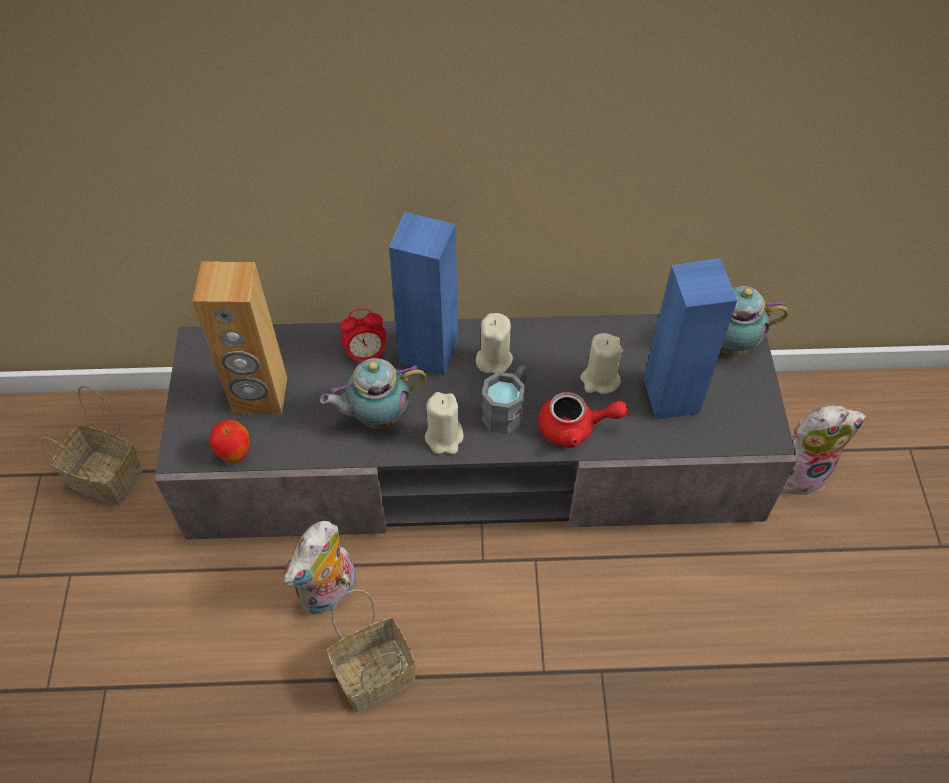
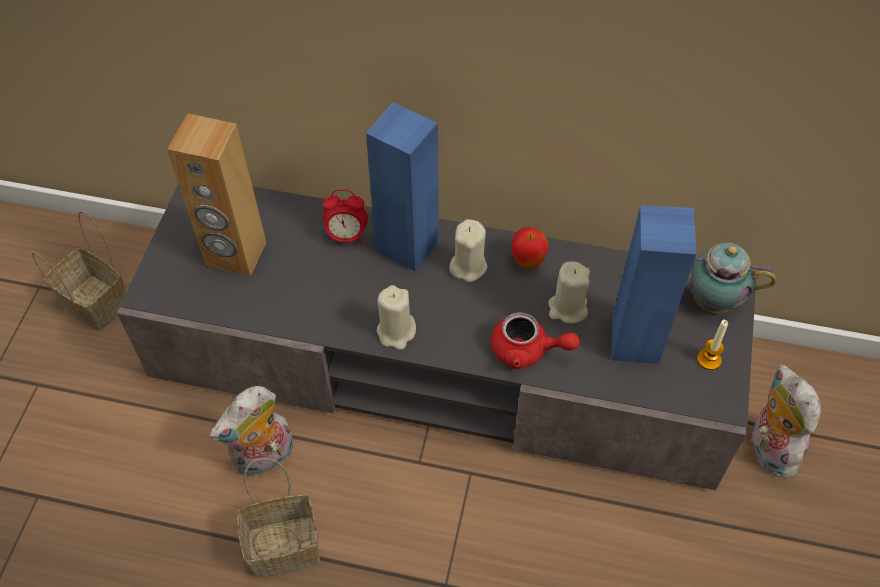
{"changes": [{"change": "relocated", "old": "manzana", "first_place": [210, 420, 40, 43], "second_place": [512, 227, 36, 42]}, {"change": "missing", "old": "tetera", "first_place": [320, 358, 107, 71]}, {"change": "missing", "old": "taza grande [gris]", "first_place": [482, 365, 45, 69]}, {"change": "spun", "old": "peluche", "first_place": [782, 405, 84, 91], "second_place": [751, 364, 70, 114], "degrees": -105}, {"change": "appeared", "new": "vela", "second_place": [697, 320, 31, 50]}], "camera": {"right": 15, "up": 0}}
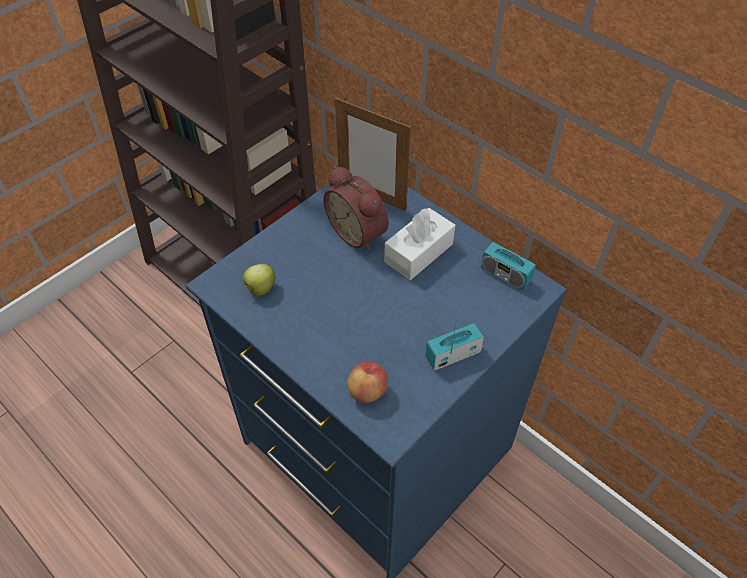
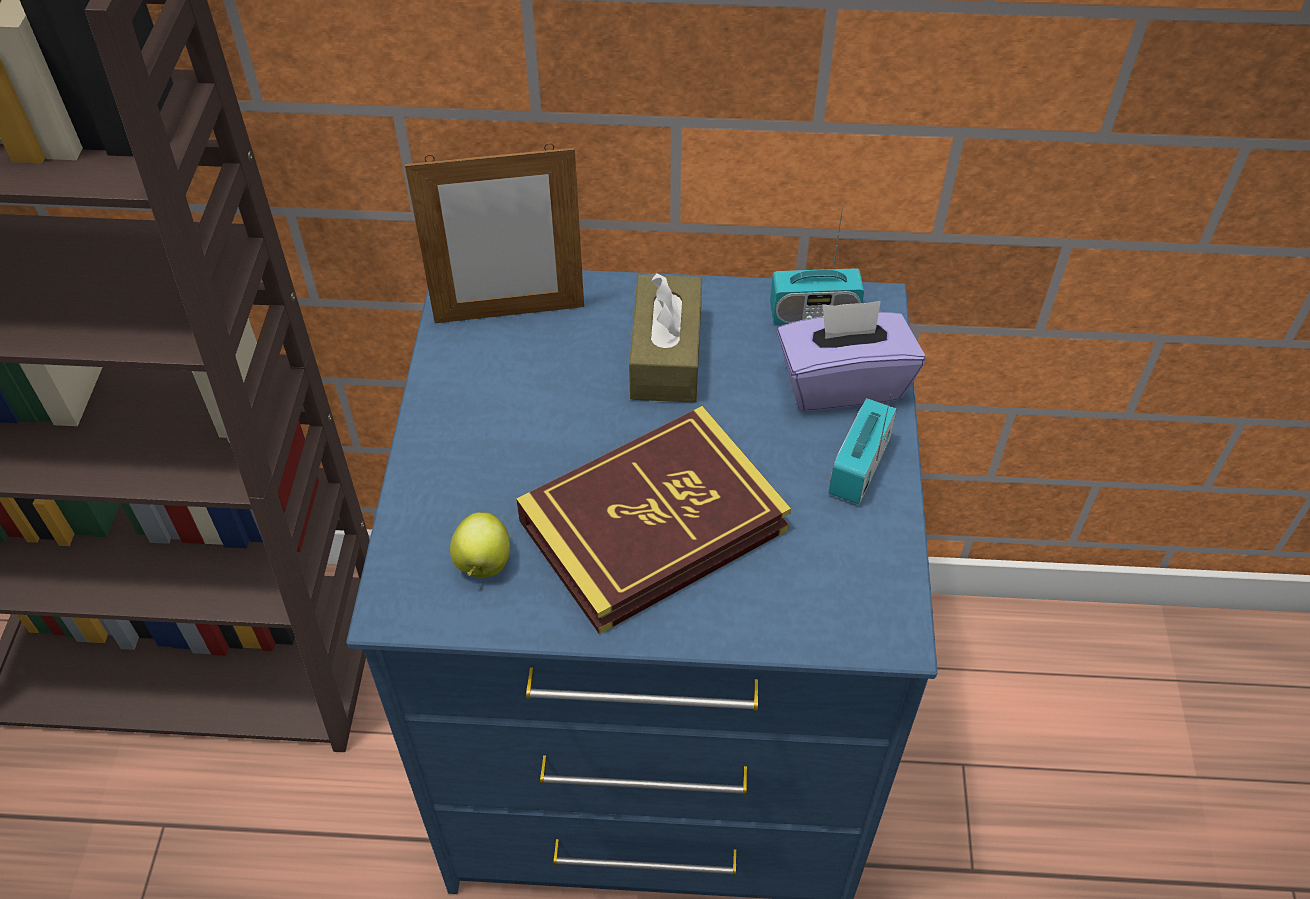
{"changes": [{"change": "missing", "old": "despertador", "first_place": [323, 166, 66, 85]}, {"change": "missing", "old": "manzana", "first_place": [347, 362, 41, 41]}, {"change": "colour", "old": "caja de pañuelos [blanco]", "new": "caja de pañuelos [marrón]", "first_place": [384, 208, 71, 72], "second_place": [629, 273, 73, 130]}, {"change": "appeared", "new": "libro", "second_place": [516, 406, 275, 228]}, {"change": "appeared", "new": "caja de pañuelos [morado]", "second_place": [777, 301, 148, 110]}], "camera": {"right": -40, "up": 0}}
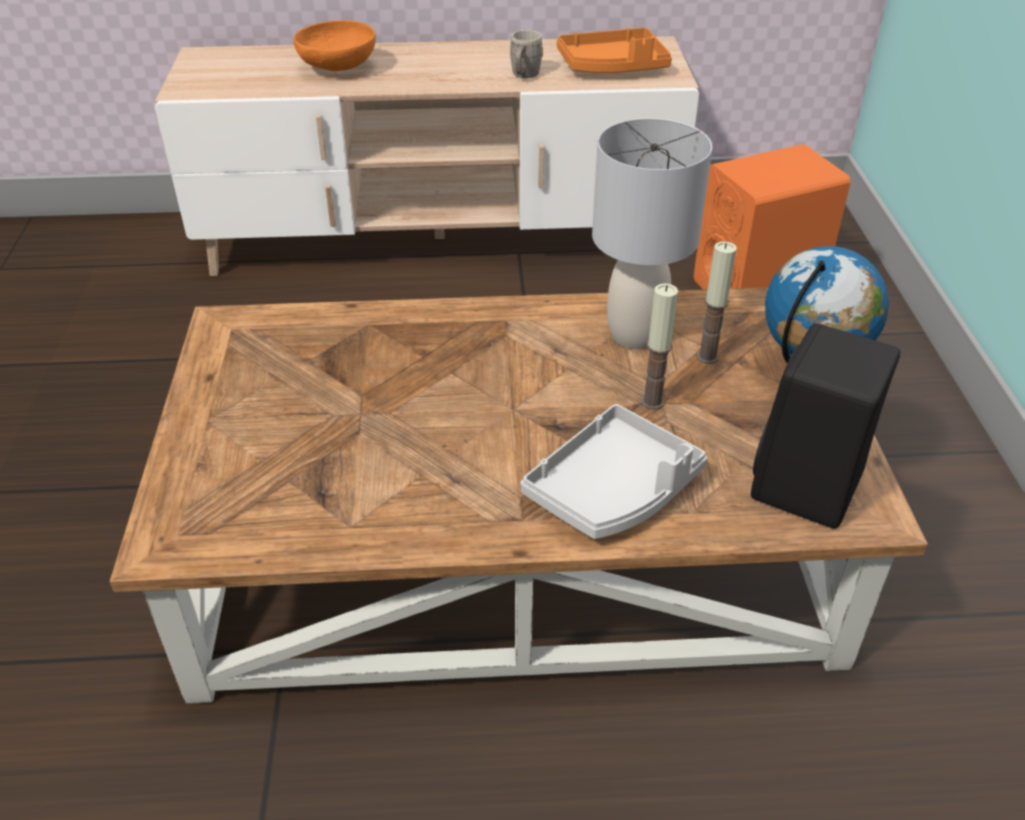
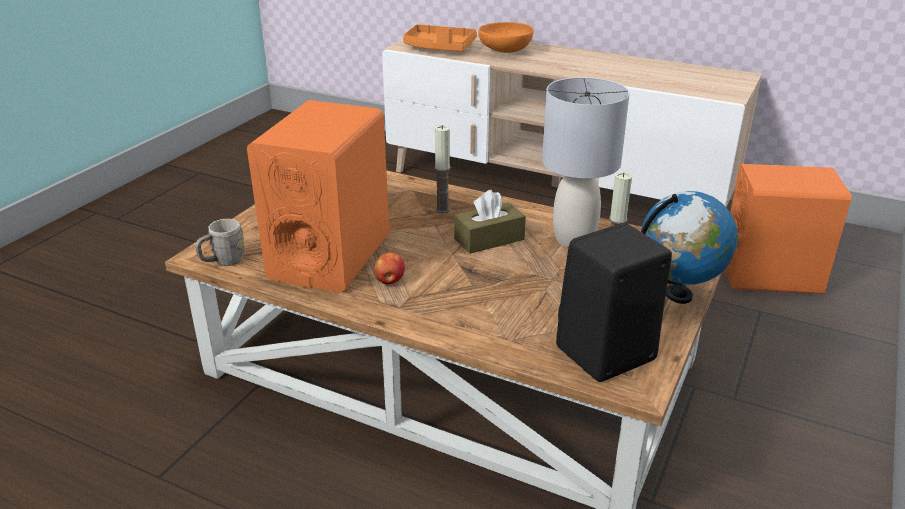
{"changes": [{"change": "relocated", "old": "taza grande [gris]", "first_place": [510, 30, 33, 48], "second_place": [195, 219, 49, 47]}, {"change": "missing", "old": "bandeja [gris]", "first_place": [521, 404, 186, 135]}, {"change": "relocated", "old": "bandeja [naranja]", "first_place": [557, 28, 115, 45], "second_place": [403, 24, 74, 28]}, {"change": "relocated", "old": "vela", "first_place": [641, 283, 37, 127], "second_place": [434, 125, 16, 88]}, {"change": "appeared", "new": "altavoz [naranja]", "second_place": [247, 100, 143, 193]}, {"change": "appeared", "new": "manzana", "second_place": [374, 252, 31, 33]}, {"change": "appeared", "new": "caja de pañuelos [marrón]", "second_place": [454, 190, 72, 64]}], "camera": {"right": 30, "up": -10}}
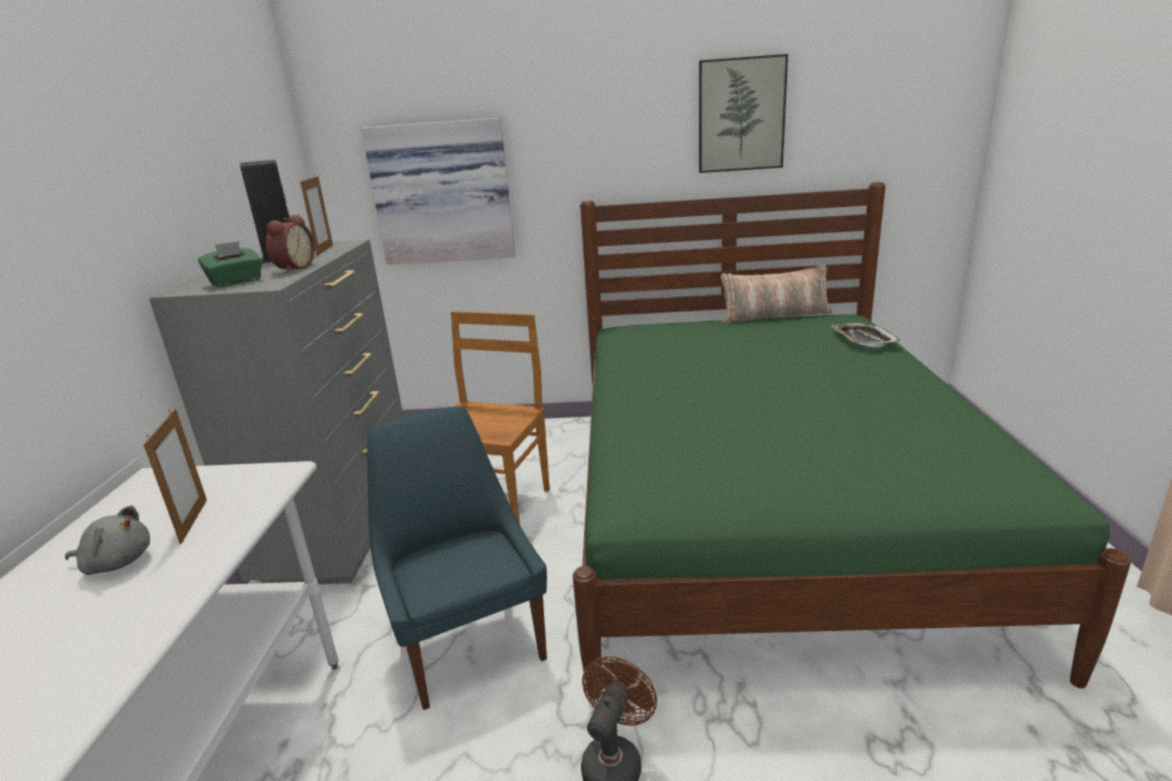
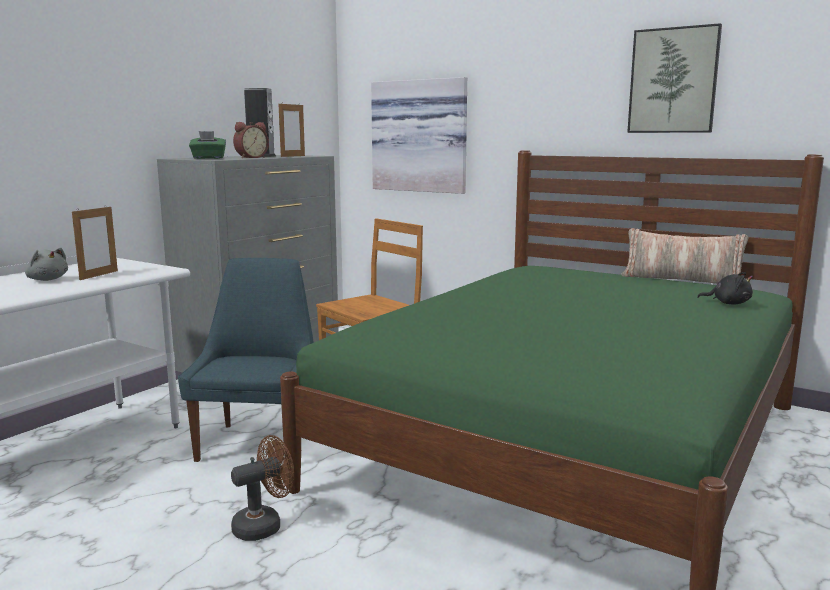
{"changes": [{"change": "exchanged", "old": "bandeja", "new": "peluche [negro]", "first_place": [831, 323, 70, 24], "second_place": [697, 272, 56, 33]}], "camera": {"right": 30, "up": -10}}
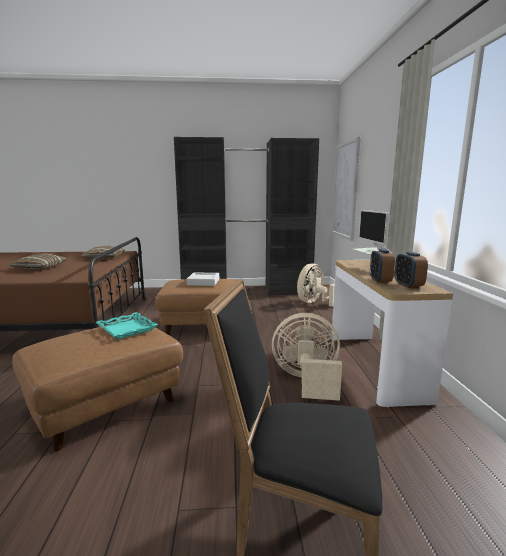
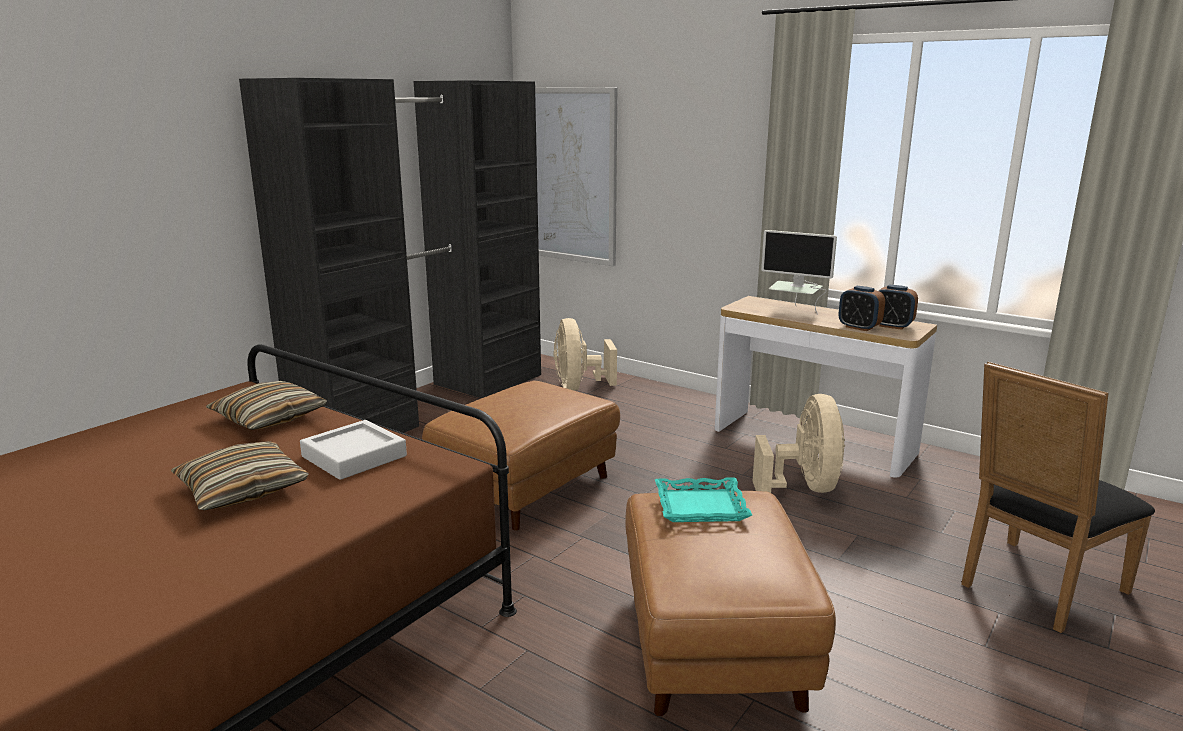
{"changes": [{"change": "relocated", "old": "bandeja [gris]", "first_place": [186, 272, 33, 14], "second_place": [300, 420, 107, 60]}, {"change": "spun", "old": "ventilador [beis]", "first_place": [272, 313, 70, 88], "second_place": [753, 394, 92, 99], "degrees": 135}], "camera": {"right": -50, "up": 5}}
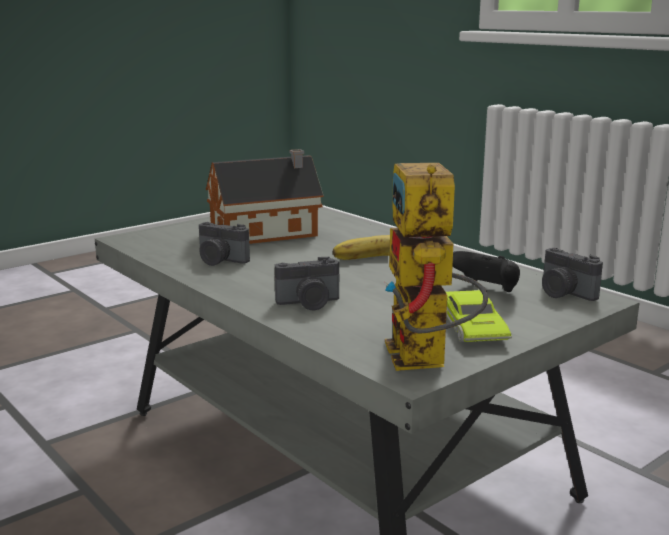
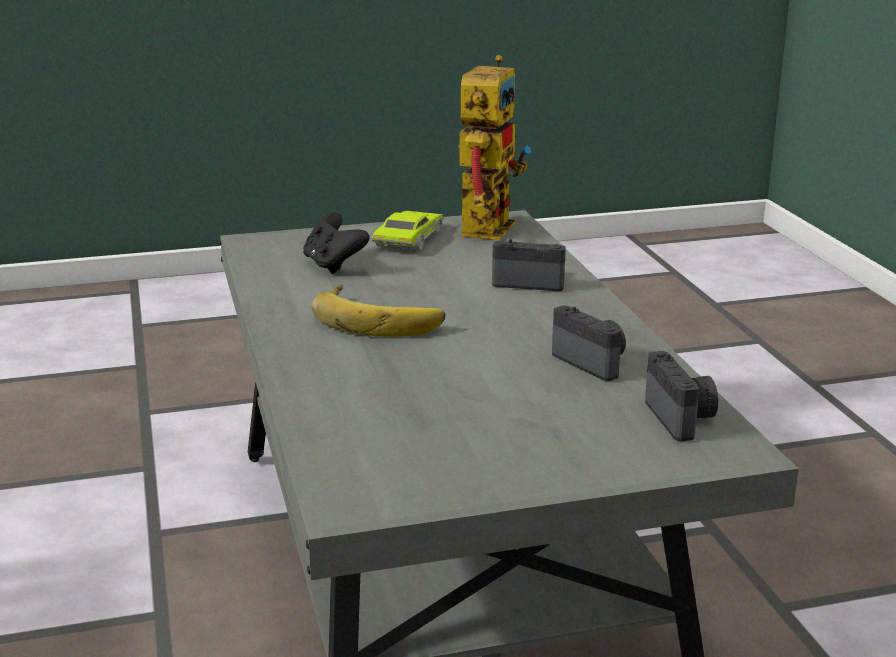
{"changes": [{"change": "missing", "old": "casita", "first_place": [206, 149, 118, 95]}, {"change": "relocated", "old": "cámara", "first_place": [542, 248, 61, 53], "second_place": [645, 351, 73, 90]}], "camera": {"right": -155, "up": 5}}
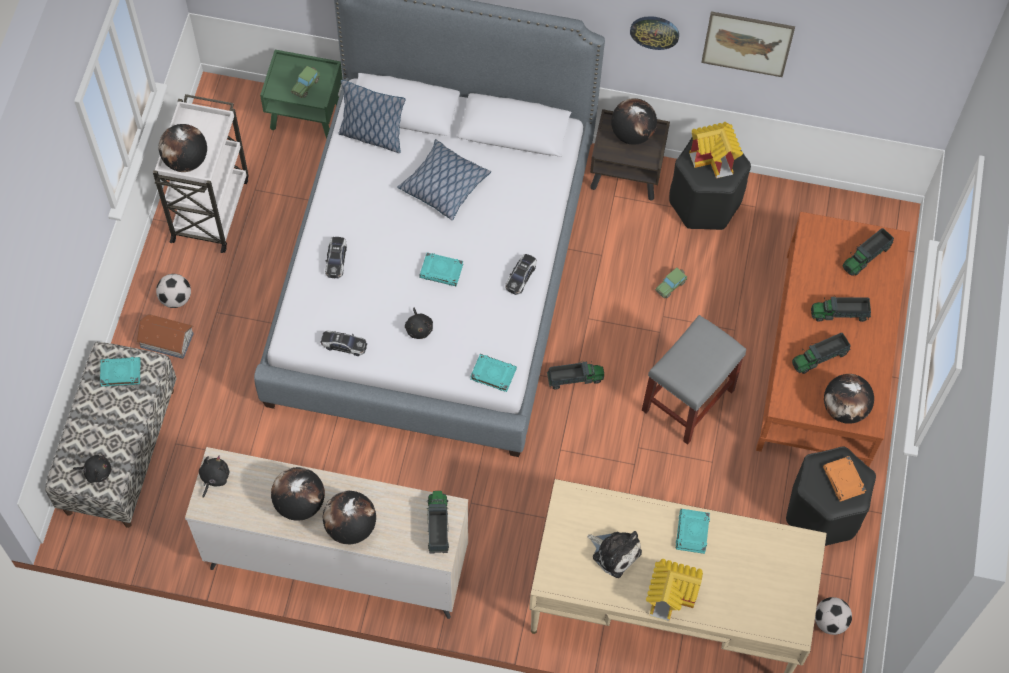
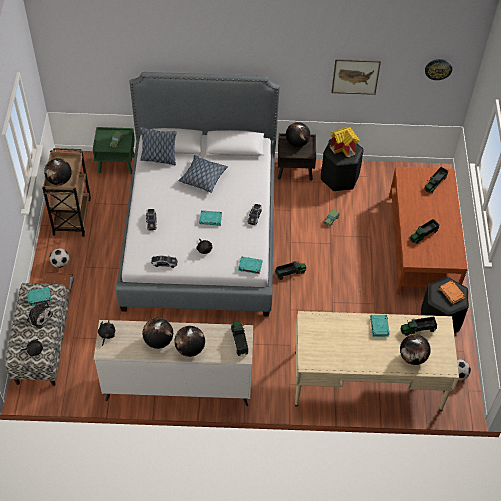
{"changes": [{"change": "colour", "old": "carrito [blanco]", "new": "carrito [marrón]", "first_place": [153, 94, 96, 159], "second_place": [42, 148, 49, 89]}, {"change": "relocated", "old": "peluche", "first_place": [587, 531, 55, 47], "second_place": [23, 301, 30, 28]}, {"change": "relocated", "old": "reloj de pared", "first_place": [630, 16, 49, 34], "second_place": [425, 59, 27, 21]}, {"change": "missing", "old": "taburete [gris]", "first_place": [642, 315, 104, 130]}, {"change": "missing", "old": "casita", "first_place": [646, 559, 57, 62]}, {"change": "relocated", "old": "camión de juguete", "first_place": [811, 296, 60, 26], "second_place": [401, 317, 36, 19]}, {"change": "relocated", "old": "globo terráqueo", "first_place": [824, 374, 50, 50], "second_place": [400, 334, 31, 31]}], "camera": {"right": -10, "up": -10}}
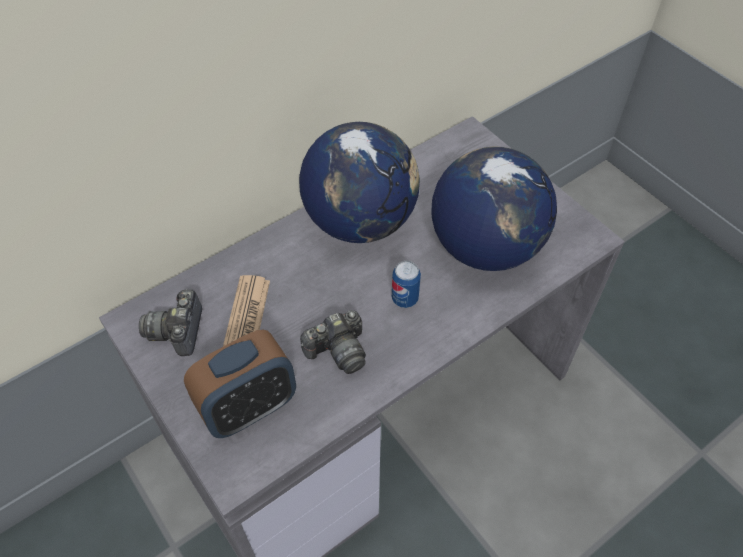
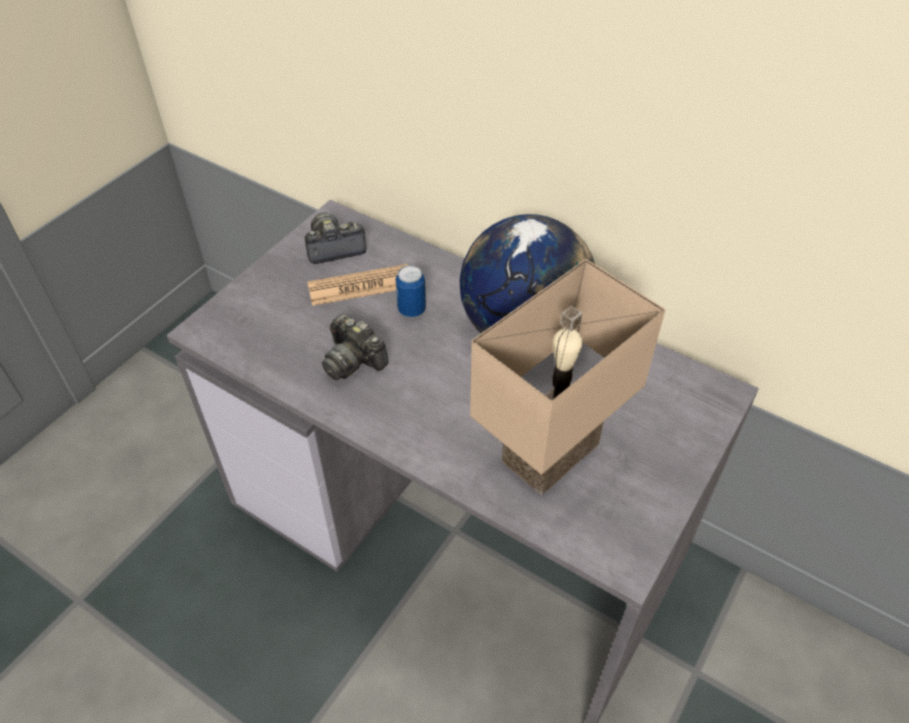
{"changes": [{"change": "missing", "old": "despertador", "first_place": [184, 330, 112, 108]}, {"change": "relocated", "old": "lata", "first_place": [392, 261, 29, 47], "second_place": [395, 265, 31, 52]}, {"change": "exchanged", "old": "globo terráqueo", "new": "lámpara de mesa [beis]", "first_place": [431, 146, 126, 125], "second_place": [470, 259, 196, 236]}], "camera": {"right": 70, "up": -5}}
